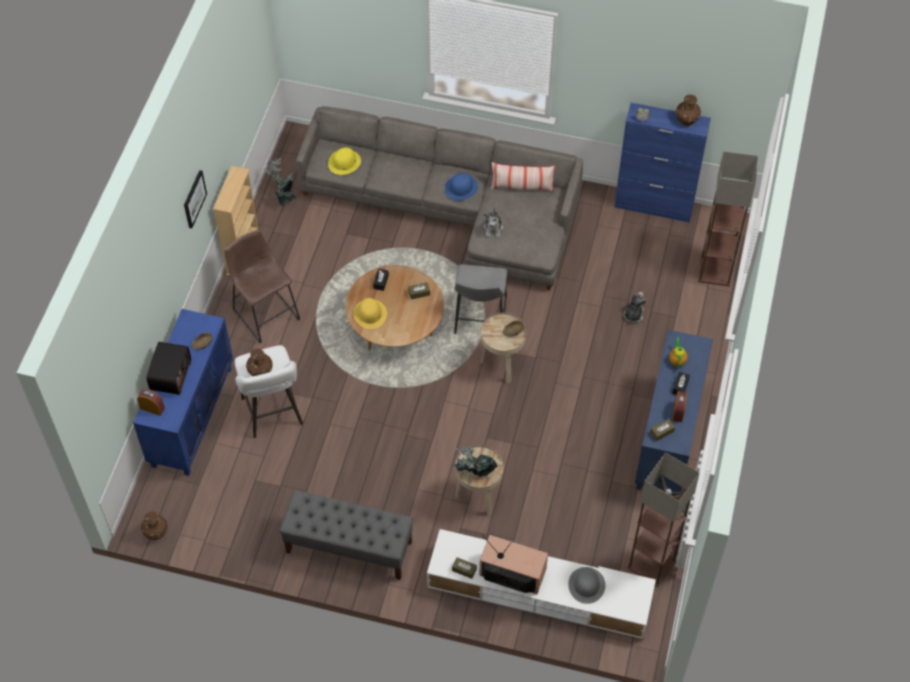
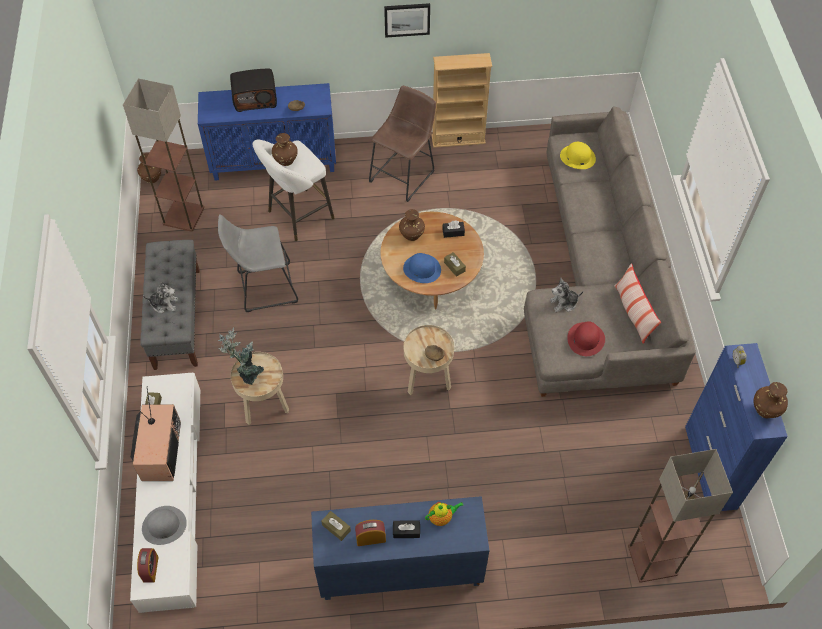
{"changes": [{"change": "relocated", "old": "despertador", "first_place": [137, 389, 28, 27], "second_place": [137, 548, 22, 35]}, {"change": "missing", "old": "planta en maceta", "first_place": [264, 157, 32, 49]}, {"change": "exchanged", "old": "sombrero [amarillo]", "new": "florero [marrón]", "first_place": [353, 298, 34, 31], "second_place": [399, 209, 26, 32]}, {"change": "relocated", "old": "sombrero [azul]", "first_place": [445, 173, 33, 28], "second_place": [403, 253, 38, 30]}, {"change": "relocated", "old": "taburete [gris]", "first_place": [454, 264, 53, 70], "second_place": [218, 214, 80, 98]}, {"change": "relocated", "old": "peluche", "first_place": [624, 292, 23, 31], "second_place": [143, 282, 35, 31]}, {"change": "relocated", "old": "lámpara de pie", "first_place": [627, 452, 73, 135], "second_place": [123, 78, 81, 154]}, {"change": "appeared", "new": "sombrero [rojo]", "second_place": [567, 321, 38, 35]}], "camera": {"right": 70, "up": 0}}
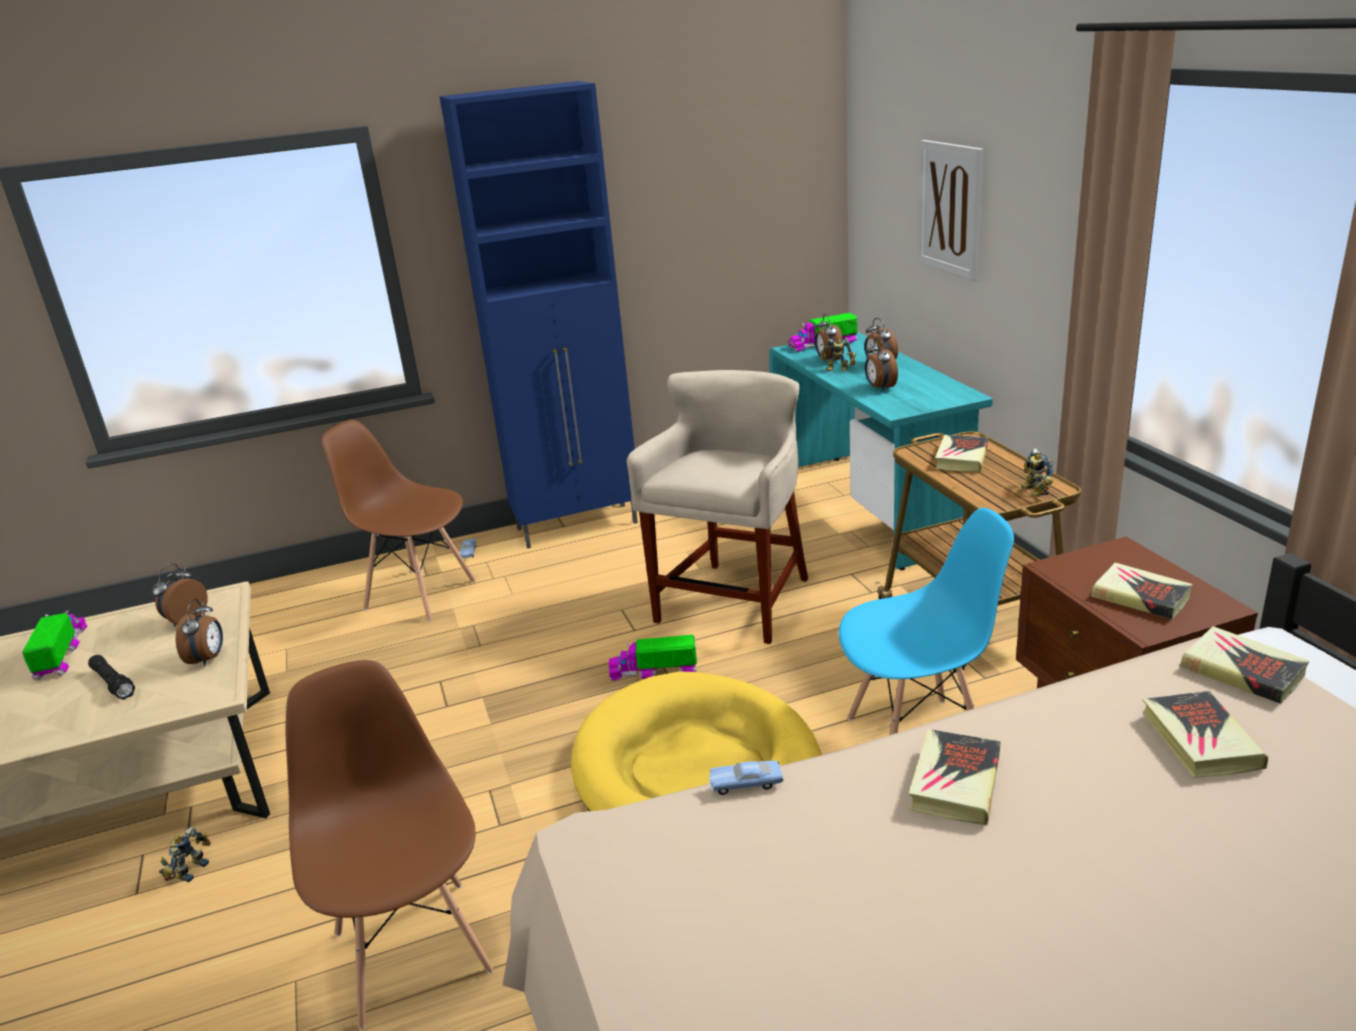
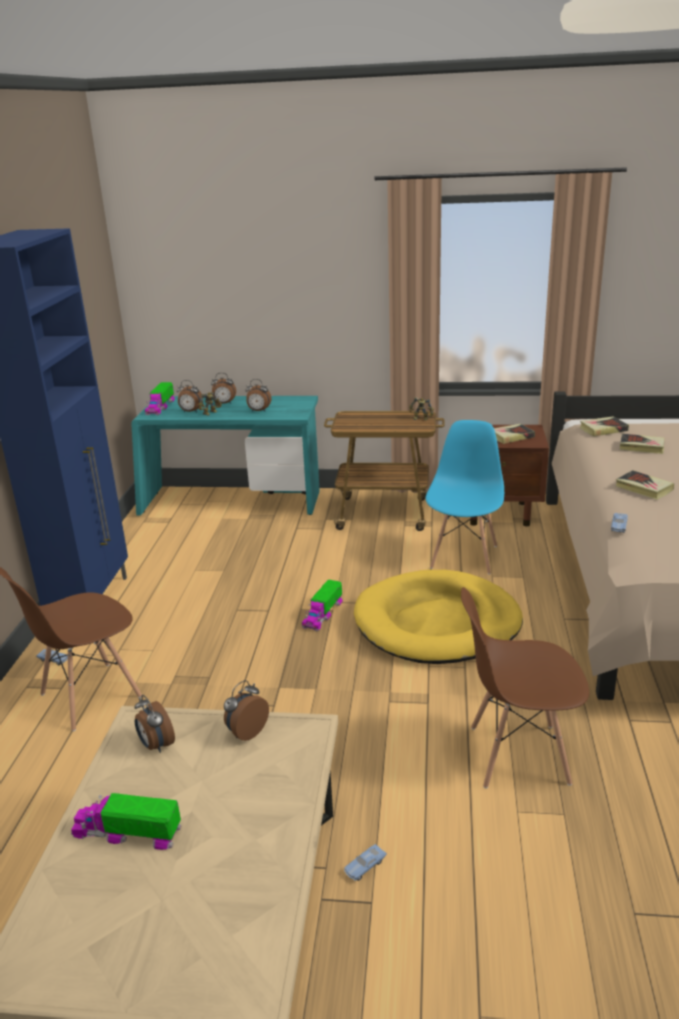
{"changes": [{"change": "missing", "old": "linterna [negro]", "first_place": [88, 655, 47, 45]}, {"change": "exchanged", "old": "robot de juguete", "new": "coche de juguete [azul]", "first_place": [159, 827, 52, 55], "second_place": [344, 844, 43, 37]}, {"change": "spun", "old": "despertador", "first_place": [176, 599, 47, 68], "second_place": [224, 680, 45, 61], "degrees": -75}, {"change": "missing", "old": "taburete [beis]", "first_place": [626, 370, 182, 274]}, {"change": "missing", "old": "cuadro", "first_place": [918, 140, 66, 141]}, {"change": "missing", "old": "libro", "first_place": [935, 435, 53, 37]}], "camera": {"right": -65, "up": 0}}
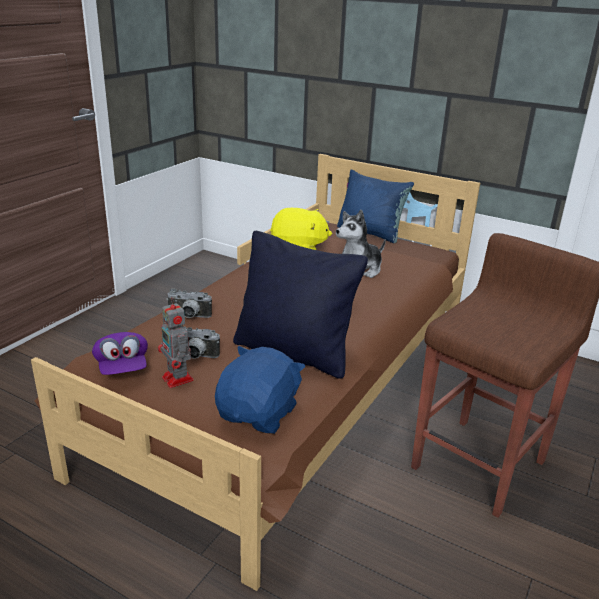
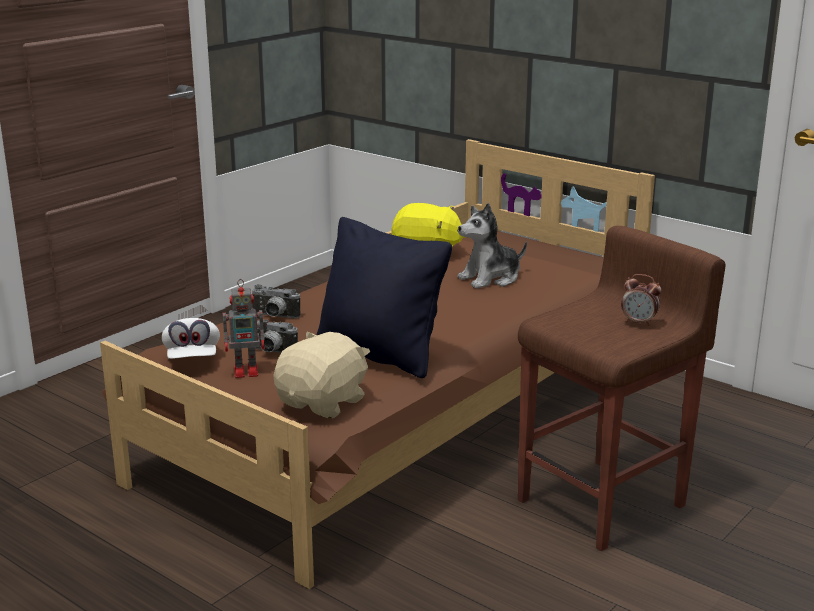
{"changes": [{"change": "colour", "old": "gorra [morado]", "new": "gorra [blanco]", "first_place": [92, 332, 56, 43], "second_place": [162, 318, 58, 41]}, {"change": "spun", "old": "robot de juguete", "first_place": [158, 297, 36, 91], "second_place": [223, 279, 44, 99], "degrees": -75}, {"change": "colour", "old": "peluche [azul]", "new": "peluche [beis]", "first_place": [215, 346, 90, 88], "second_place": [273, 332, 97, 87]}, {"change": "missing", "old": "cojín [azul]", "first_place": [337, 170, 77, 73]}, {"change": "appeared", "new": "despertador", "second_place": [621, 274, 40, 52]}], "camera": {"right": 10, "up": -5}}
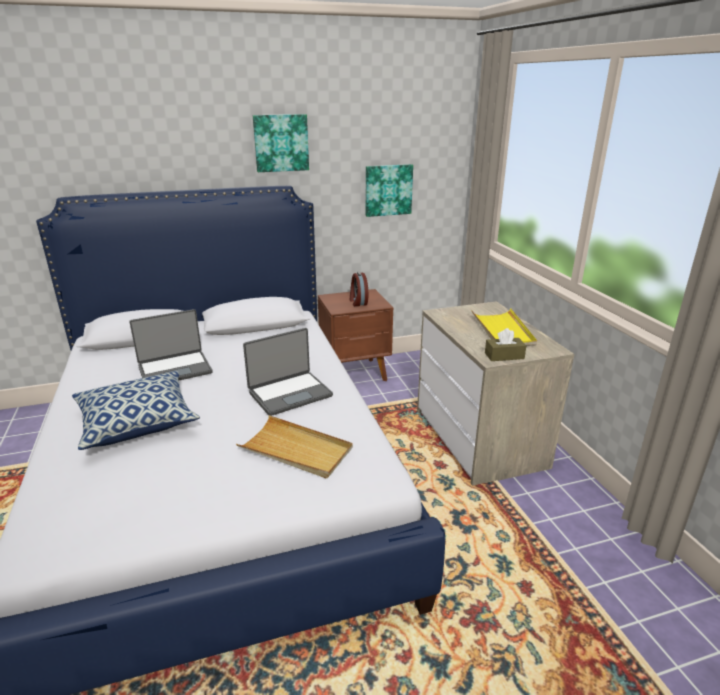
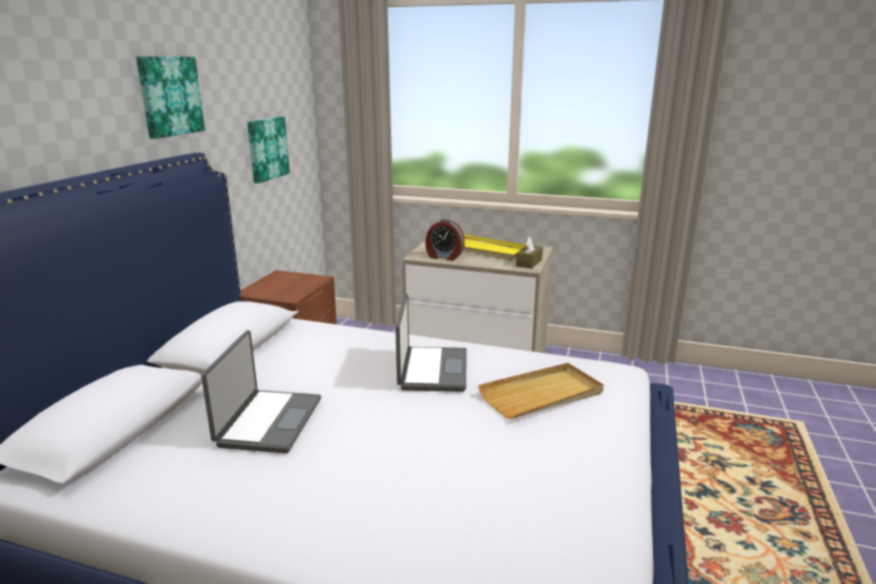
{"changes": [{"change": "missing", "old": "cojín", "first_place": [72, 371, 128, 79]}, {"change": "relocated", "old": "despertador", "first_place": [350, 272, 18, 34], "second_place": [425, 219, 39, 42]}], "camera": {"right": -55, "up": -5}}
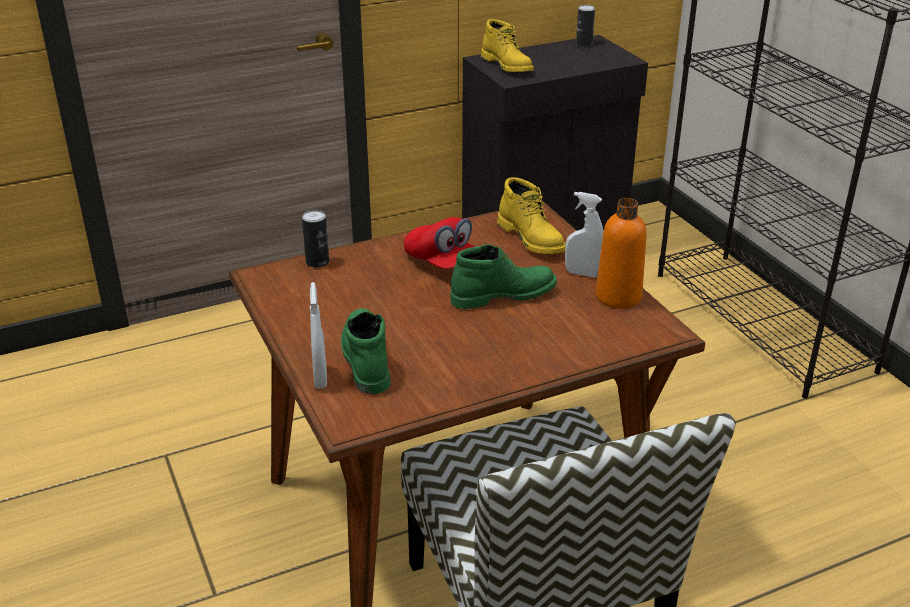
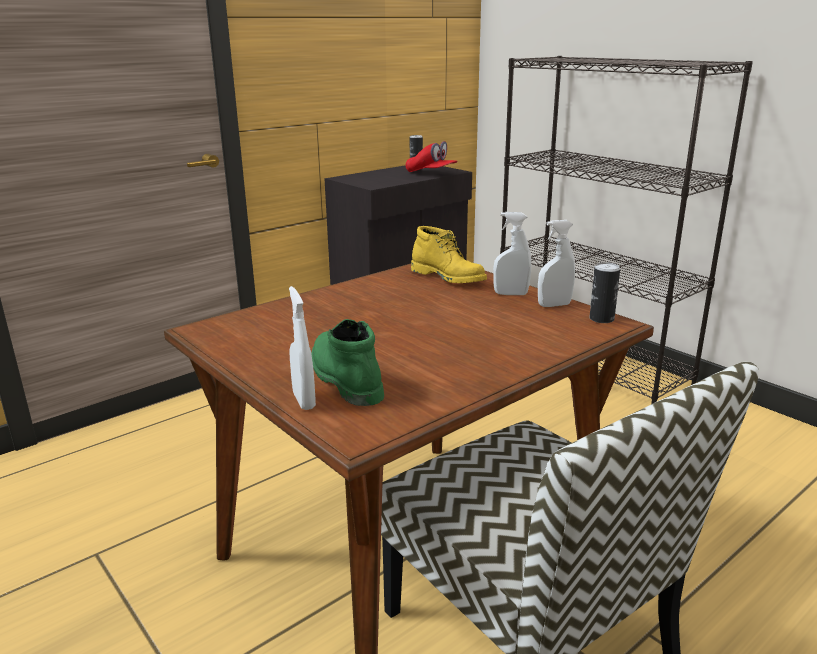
{"changes": [{"change": "relocated", "old": "lata", "first_place": [302, 210, 27, 58], "second_place": [590, 262, 30, 61]}, {"change": "relocated", "old": "gorra [rojo]", "first_place": [404, 217, 72, 52], "second_place": [406, 141, 52, 31]}, {"change": "missing", "old": "bota [verde]", "first_place": [451, 244, 106, 65]}, {"change": "missing", "old": "bota [amarillo]", "first_place": [481, 19, 53, 53]}, {"change": "exchanged", "old": "botella [naranja]", "new": "pulverizador [blanco]", "first_place": [596, 198, 51, 111], "second_place": [538, 220, 37, 87]}], "camera": {"right": -15, "up": -10}}
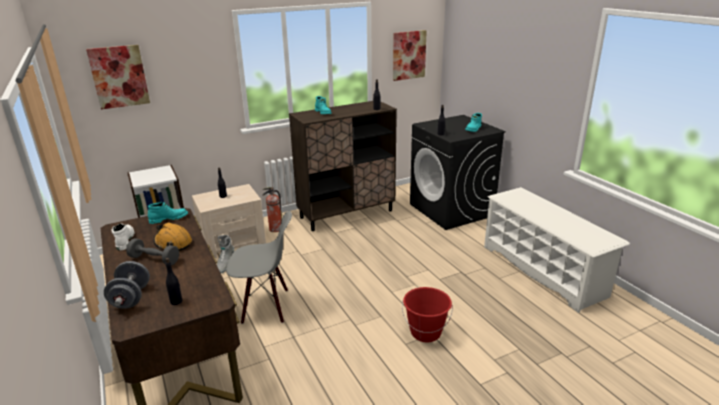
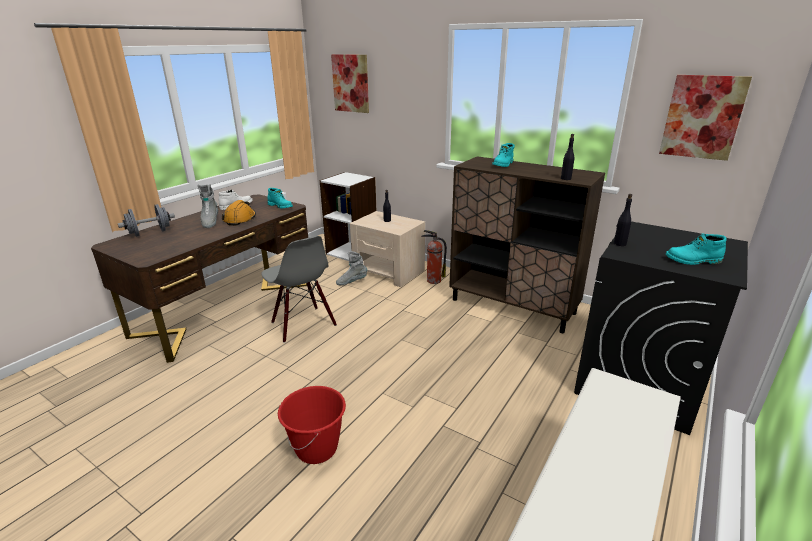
{"changes": [{"change": "exchanged", "old": "mancuerna [gris]", "new": "bota [gris]", "first_place": [126, 238, 53, 27], "second_place": [198, 184, 20, 44]}, {"change": "missing", "old": "botella [negro]", "first_place": [165, 258, 17, 47]}], "camera": {"right": 60, "up": 0}}
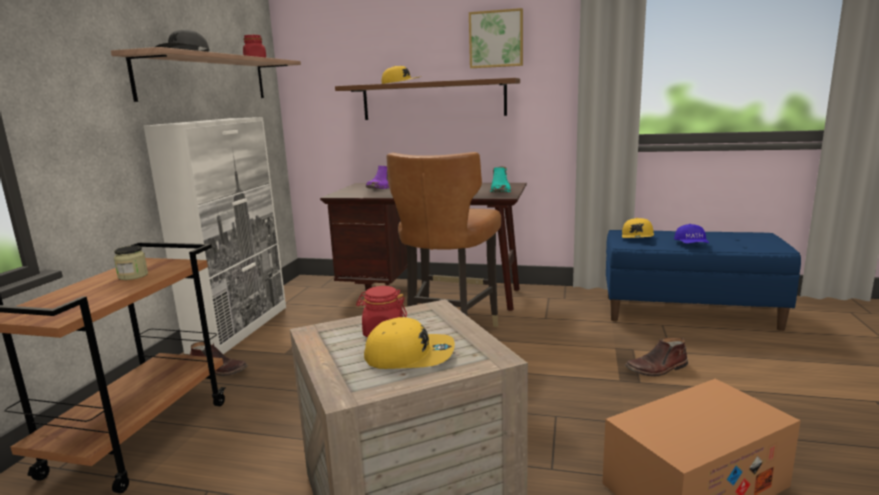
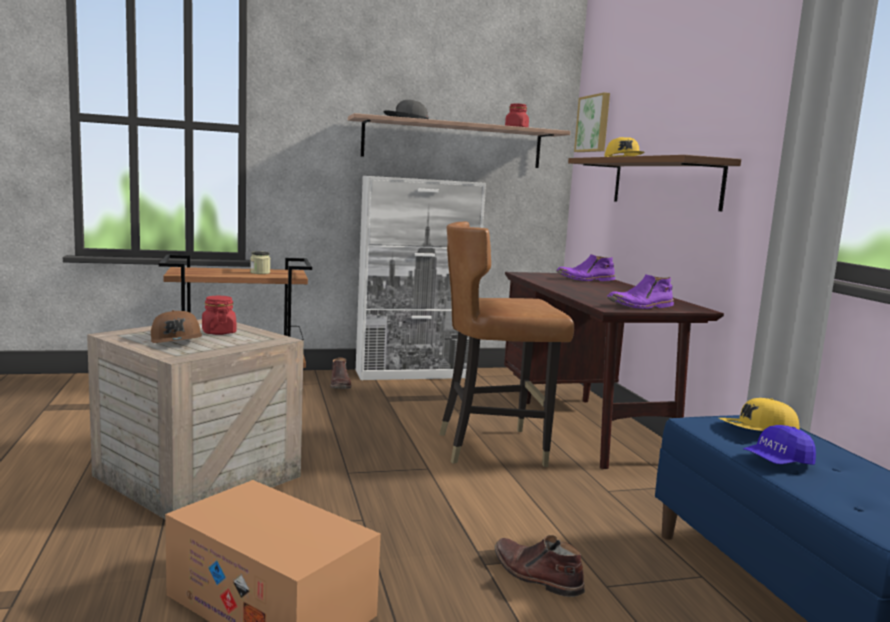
{"changes": [{"change": "colour", "old": "gorra [amarillo]", "new": "gorra [marrón]", "first_place": [364, 317, 91, 52], "second_place": [151, 310, 51, 33]}, {"change": "relocated", "old": "cuadro", "first_place": [469, 8, 54, 60], "second_place": [574, 93, 36, 59]}, {"change": "colour", "old": "bota [turquesa]", "new": "bota [morado]", "first_place": [490, 166, 21, 27], "second_place": [607, 274, 67, 35]}], "camera": {"right": 60, "up": -5}}
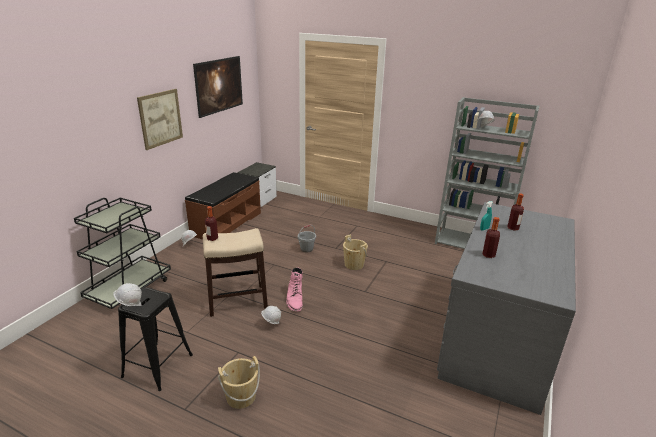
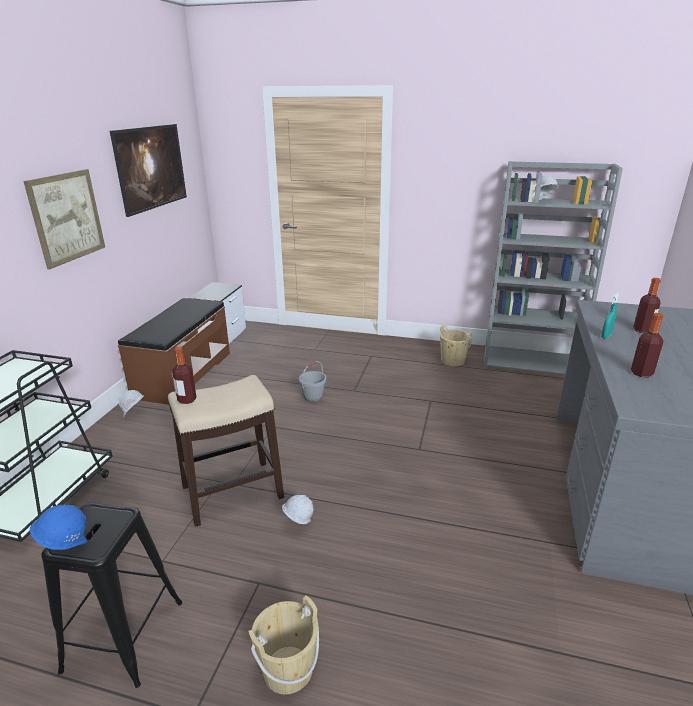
{"changes": [{"change": "colour", "old": "casco [blanco]", "new": "casco [azul]", "first_place": [113, 283, 29, 23], "second_place": [30, 505, 57, 45]}, {"change": "missing", "old": "bota [rosa]", "first_place": [286, 267, 17, 44]}, {"change": "relocated", "old": "cubo [beis]", "first_place": [343, 234, 25, 36], "second_place": [440, 324, 32, 42]}], "camera": {"right": -10, "up": 0}}
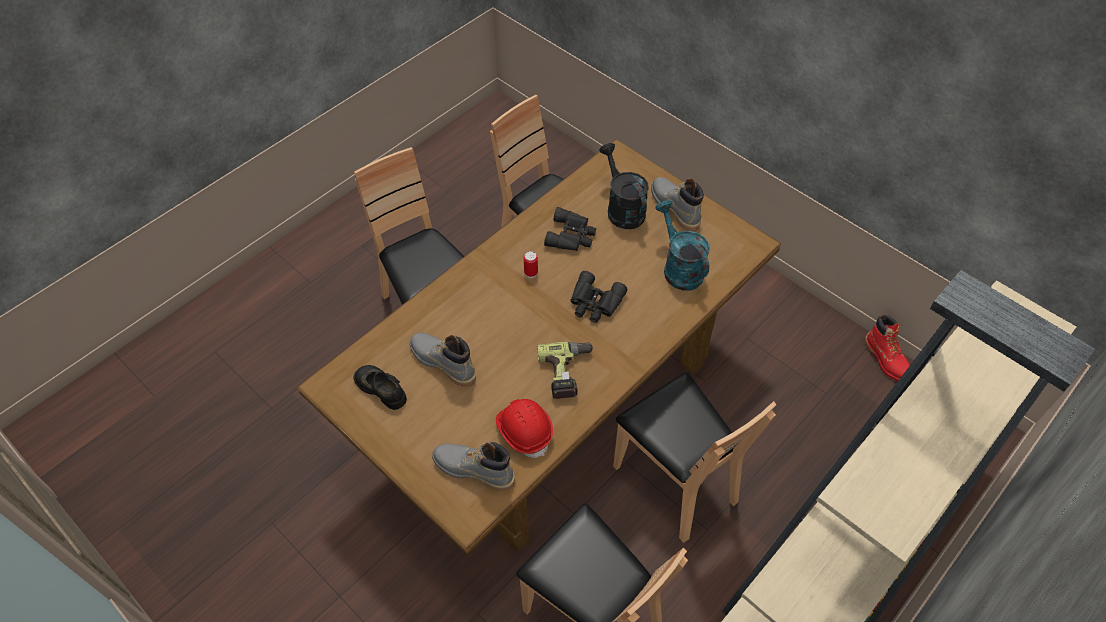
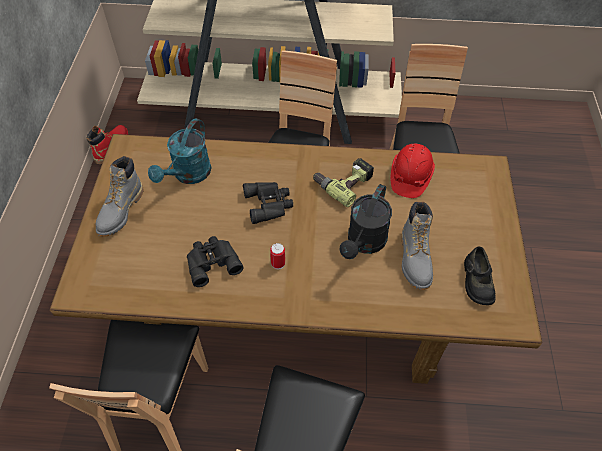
{"changes": [{"change": "missing", "old": "bota [gris]", "first_place": [432, 442, 83, 49]}, {"change": "relocated", "old": "regadera [negro]", "first_place": [599, 143, 50, 86], "second_place": [340, 184, 52, 75]}], "camera": {"right": -130, "up": 0}}
